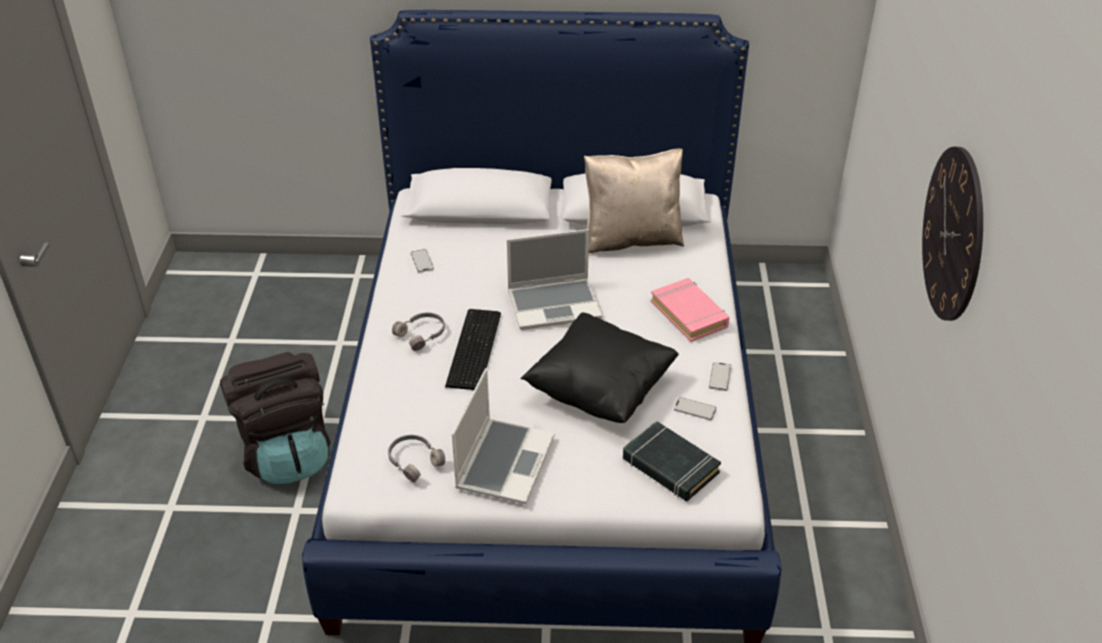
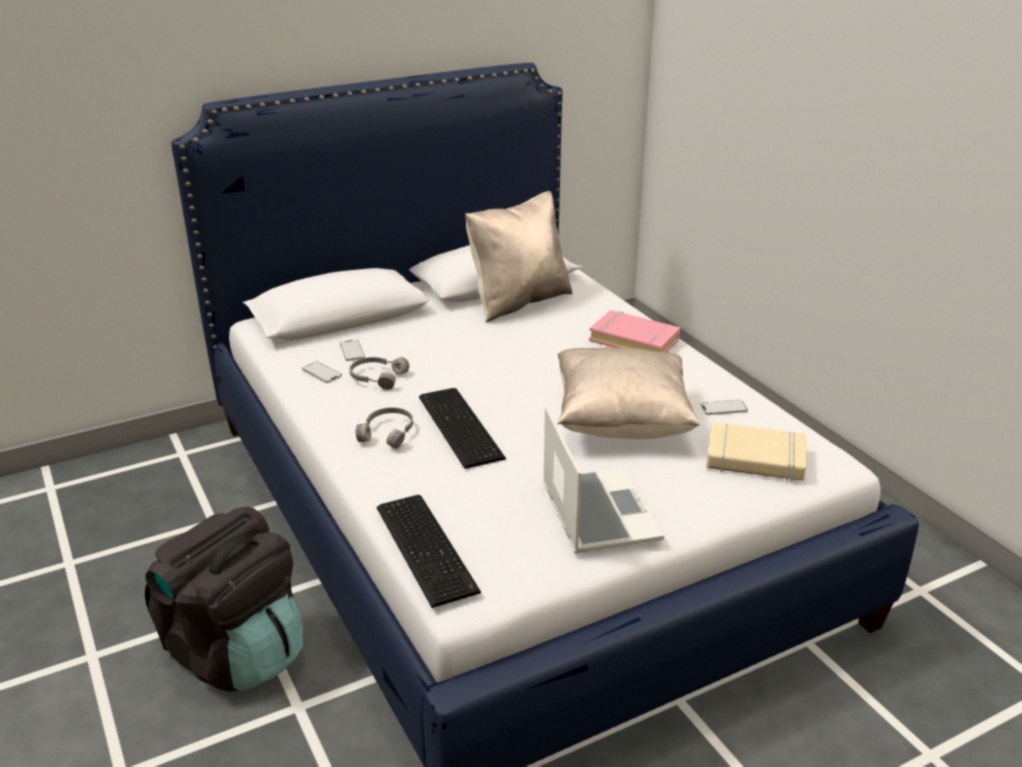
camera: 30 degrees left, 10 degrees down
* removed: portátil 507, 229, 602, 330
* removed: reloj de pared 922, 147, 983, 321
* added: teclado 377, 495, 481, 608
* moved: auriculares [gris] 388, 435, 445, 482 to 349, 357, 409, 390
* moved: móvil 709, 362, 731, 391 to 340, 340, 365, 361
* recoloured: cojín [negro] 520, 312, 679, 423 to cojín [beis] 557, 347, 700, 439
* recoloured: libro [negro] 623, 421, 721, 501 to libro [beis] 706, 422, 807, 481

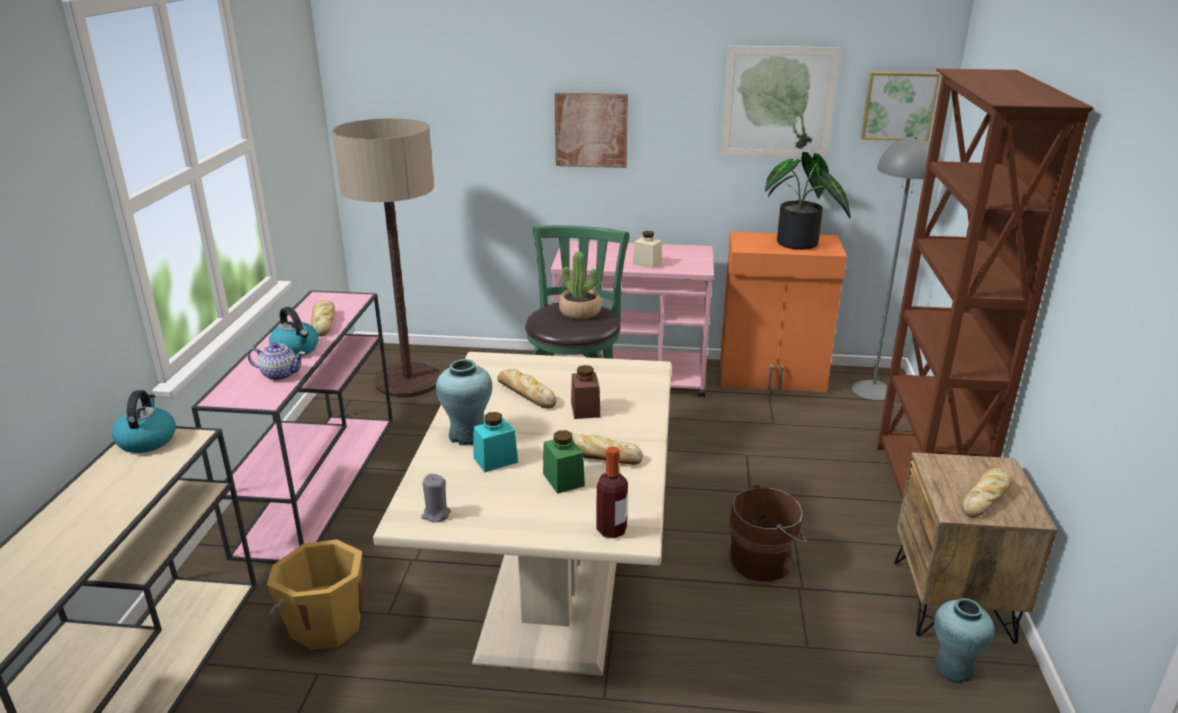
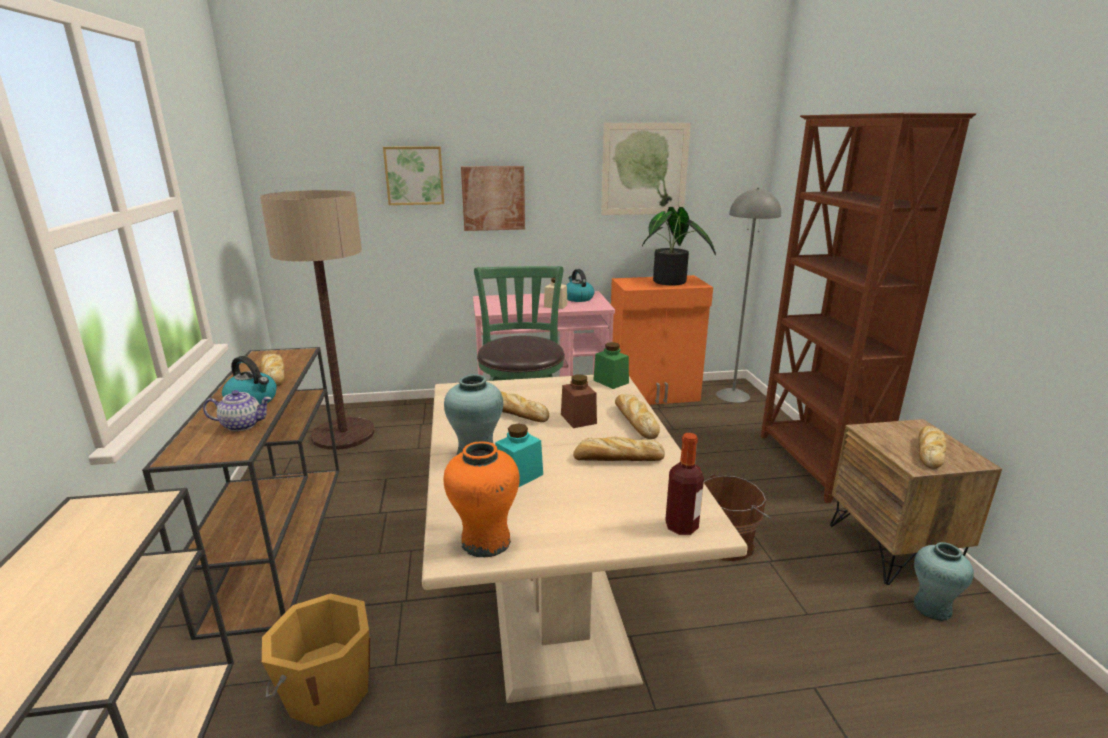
camera: 15 degrees left, 5 degrees down
* removed: planta en maceta 559, 252, 602, 319
* added: pan 615, 394, 660, 439
* moved: hervidor 112, 390, 176, 453 to 567, 269, 594, 302
* moved: tarro [verde] 543, 430, 585, 494 to 593, 342, 629, 389
* moved: cuadro 861, 72, 940, 141 to 383, 146, 444, 205
* replaced: vela [gris] 421, 474, 451, 522 to florero [naranja] 443, 441, 520, 557
* recoloured: mesa consola [rosa] 191, 291, 393, 564 to mesa consola [marrón] 142, 347, 339, 640

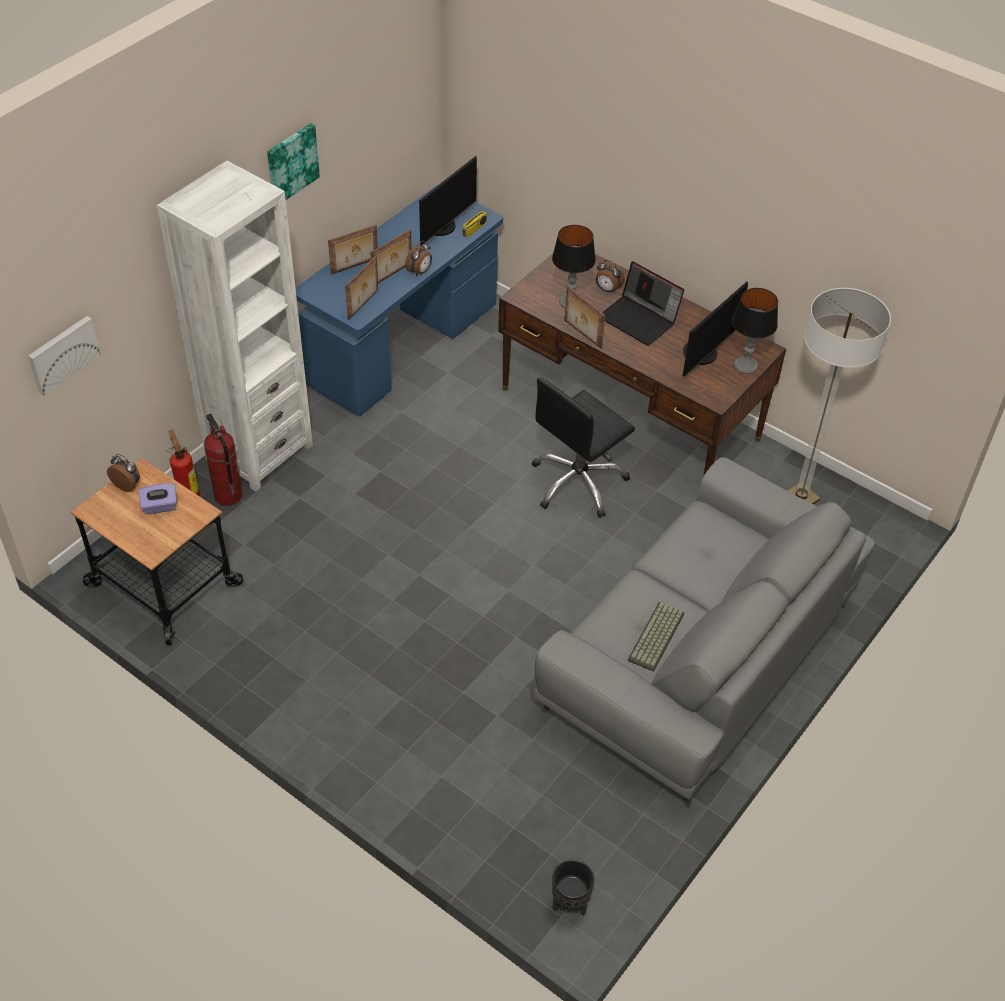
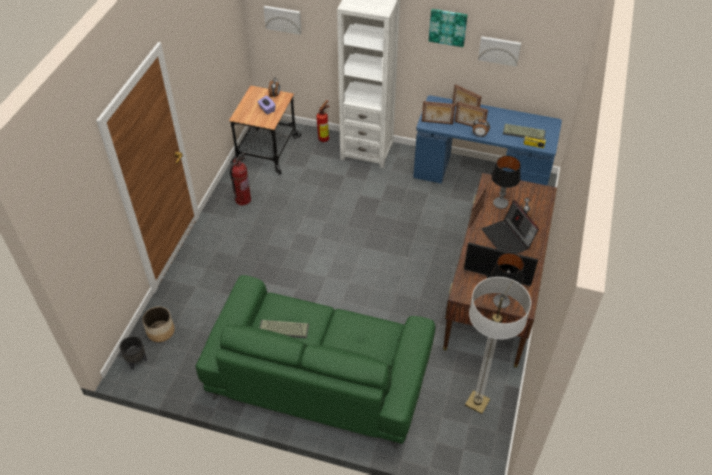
camera: 70 degrees right, 0 degrees up
* removed: silla de oficina [negro] 532, 377, 635, 518
* added: maceta 142, 307, 175, 342
* added: cuadro 478, 36, 521, 67
* moved: extintor 204, 413, 243, 506 to 230, 152, 251, 205
* replaced: monitor 419, 156, 477, 245 to teclado 503, 124, 546, 139
* recoloured: sofá [gris] 530, 457, 875, 808 to sofá [verde] 196, 275, 436, 450
* turned: portátil 602, 261, 684, 346 = 482, 200, 539, 254 45 degrees counterclockwise

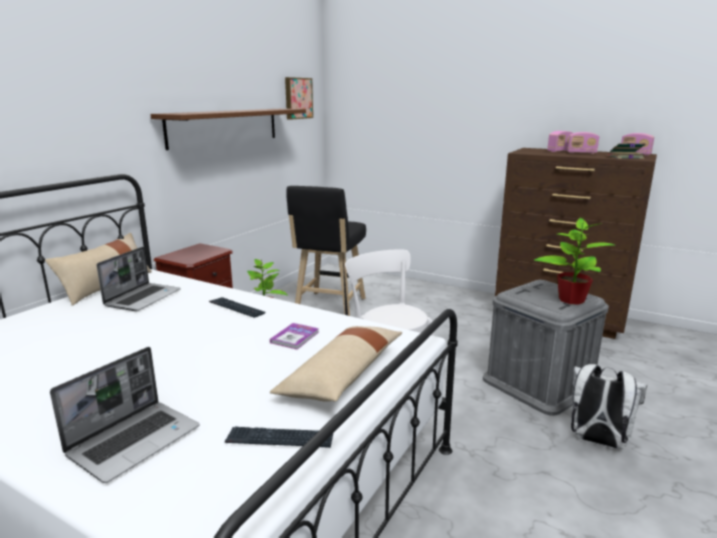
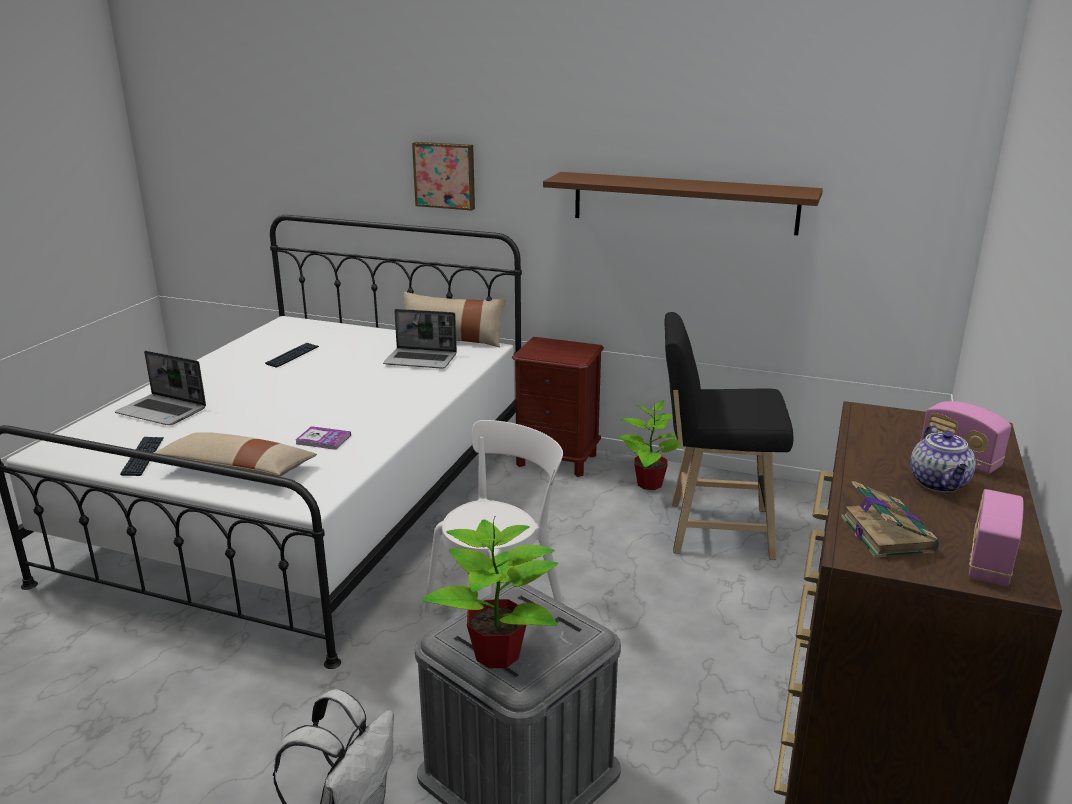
camera: 80 degrees right, 5 degrees up
* moved: teclado 209, 297, 265, 318 to 265, 343, 319, 368
* moved: cuadro 285, 77, 313, 120 to 412, 142, 475, 211
* replaced: radio 568, 132, 599, 154 to tetera 910, 425, 976, 492

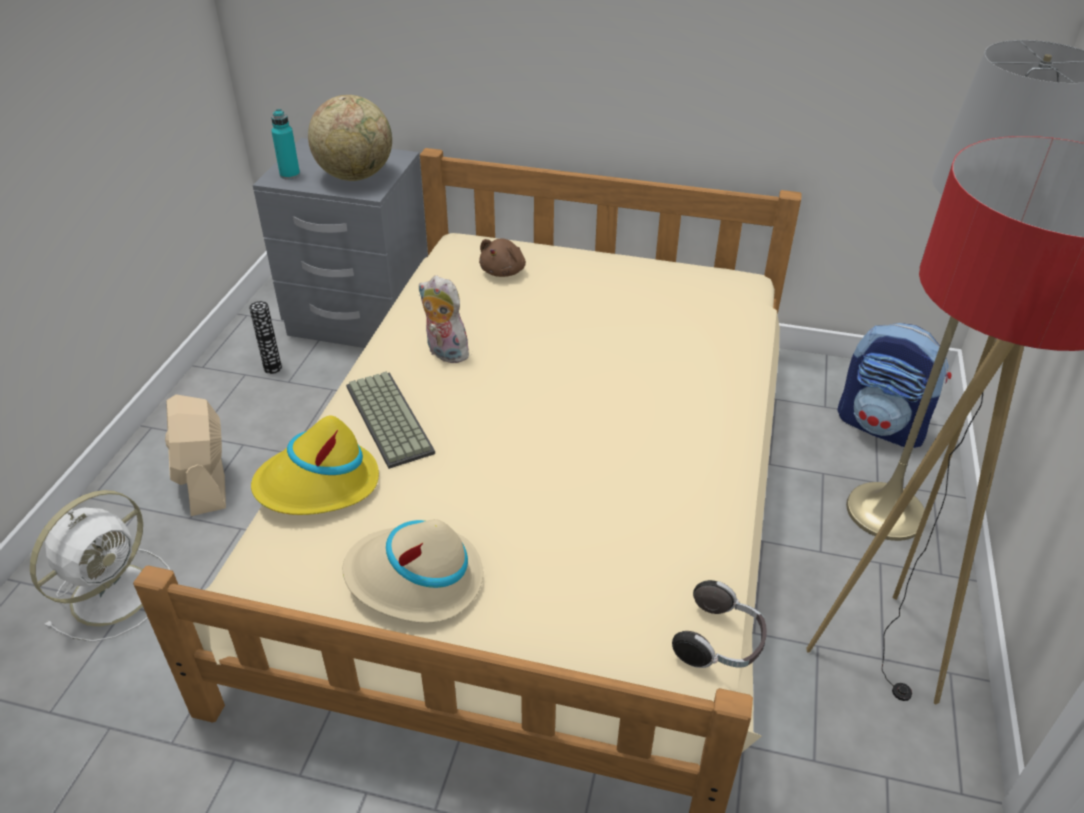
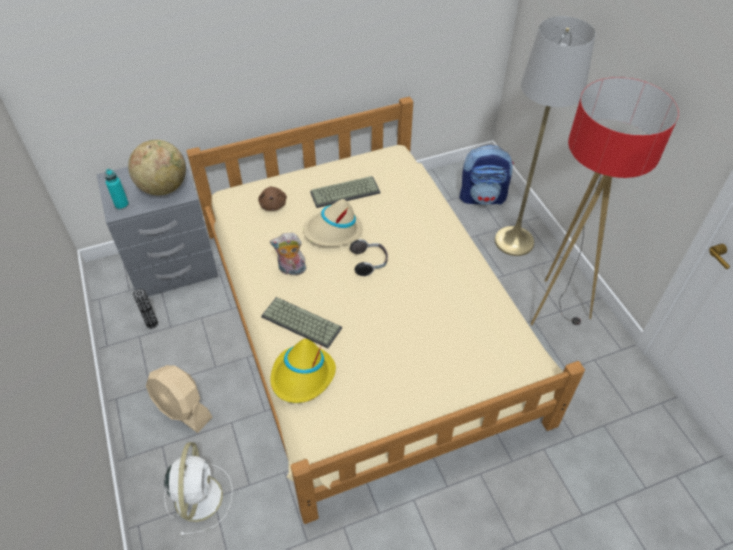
camera: 35 degrees left, 10 degrees up
* added: teclado 310, 176, 381, 208
* moved: sombrero [beis] 343, 519, 483, 623 to 303, 199, 363, 246
* moved: auriculares 672, 580, 767, 668 to 350, 239, 388, 276

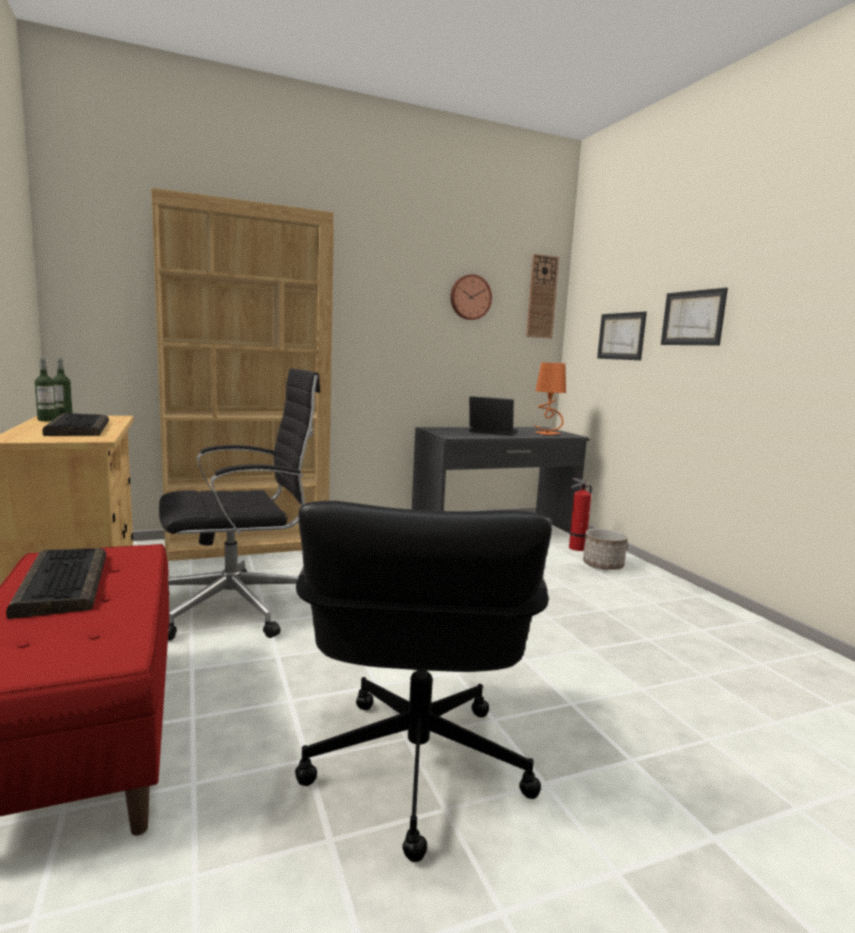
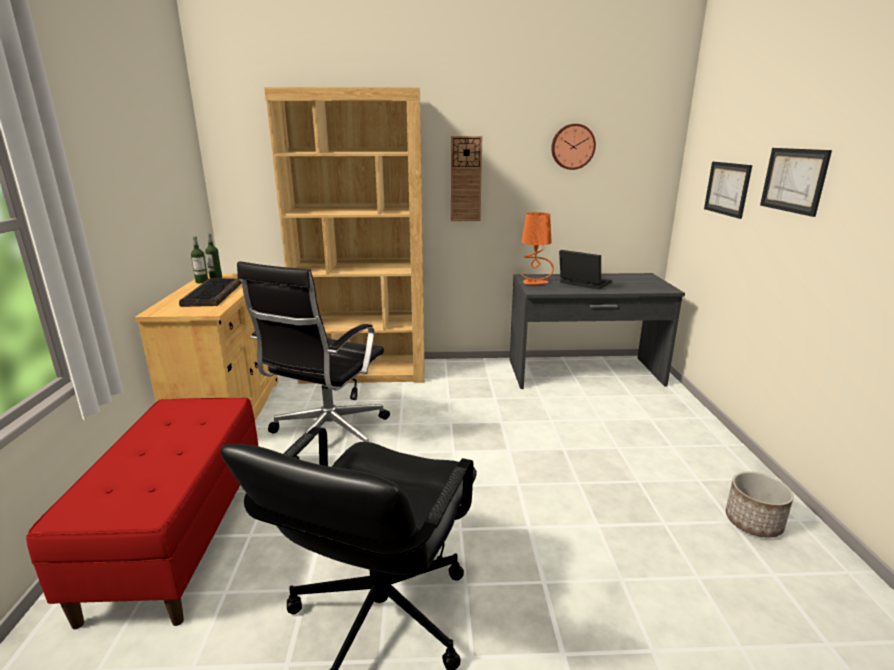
camera: 20 degrees right, 10 degrees up
* removed: teclado 6, 548, 106, 619
* removed: extintor 569, 477, 591, 551
* moved: reloj de pared 526, 254, 559, 338 to 451, 136, 482, 221
* moved: lámpara de mesa [naranja] 534, 362, 566, 435 to 521, 212, 554, 285
* moved: maceta 583, 528, 628, 570 to 726, 472, 794, 538
* turned: silla de oficina [negro] 159, 368, 320, 641 = 237, 261, 390, 459 120 degrees clockwise

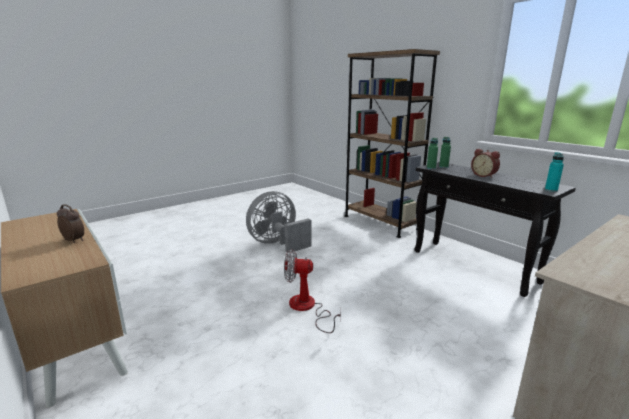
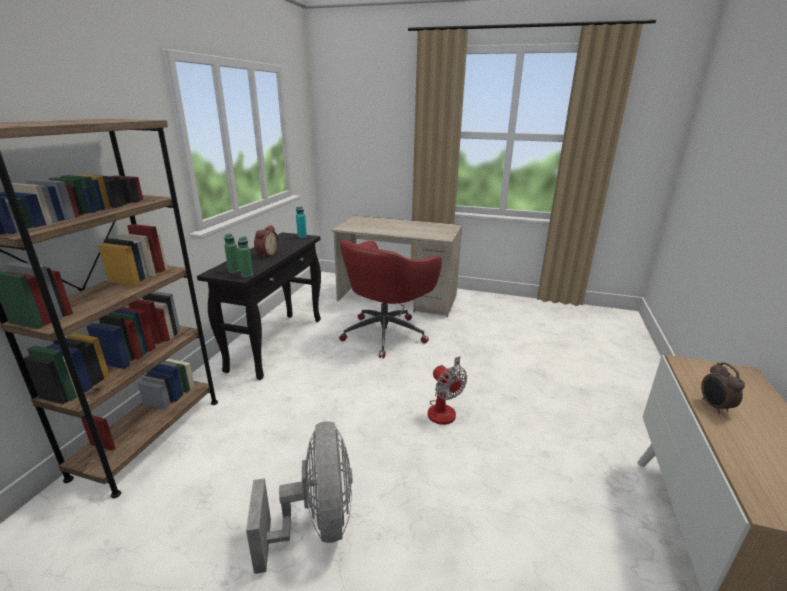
camera: 125 degrees left, 5 degrees up
* added: silla de oficina [rojo] 339, 240, 442, 359
* turned: ventilador [gris] 246, 191, 311, 253 = 246, 422, 353, 574 120 degrees counterclockwise

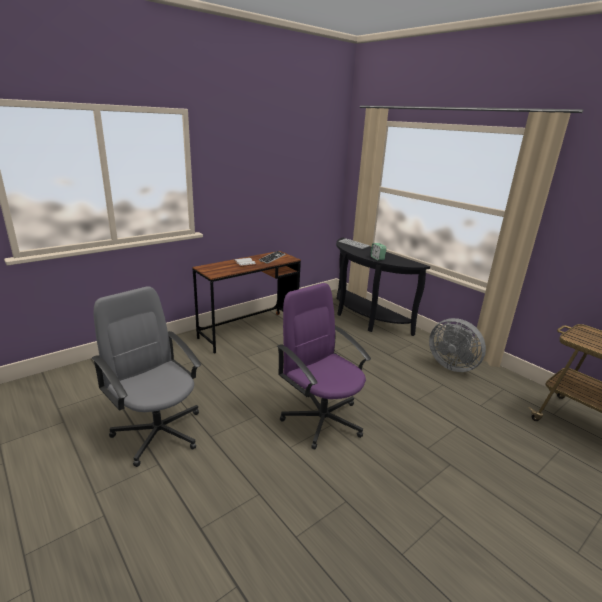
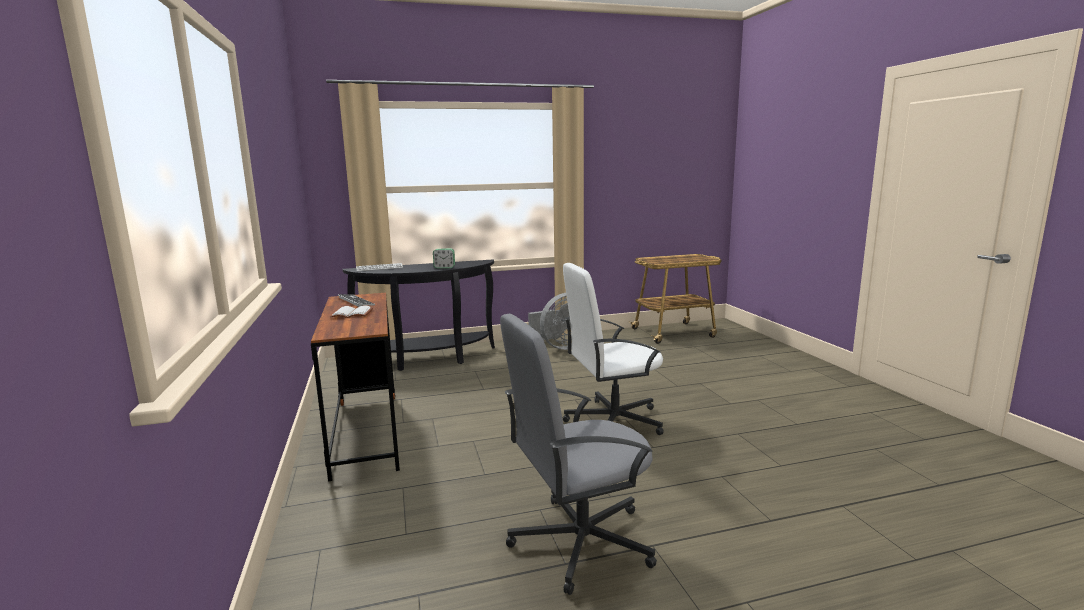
camera: 65 degrees left, 10 degrees down
* recoloured: silla de oficina [morado] 277, 283, 371, 450 to silla de oficina [blanco] 563, 263, 664, 435

